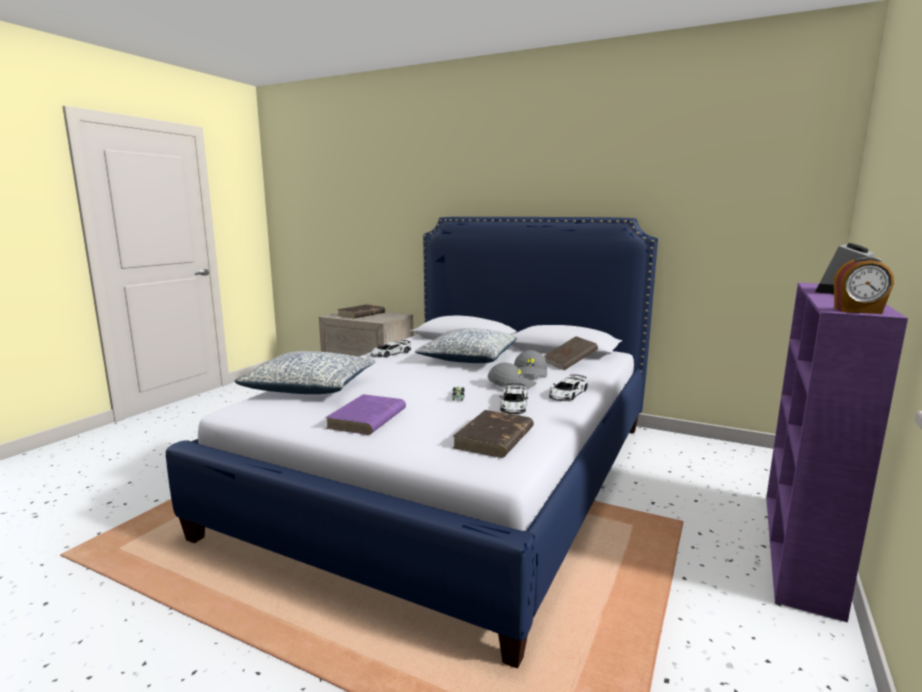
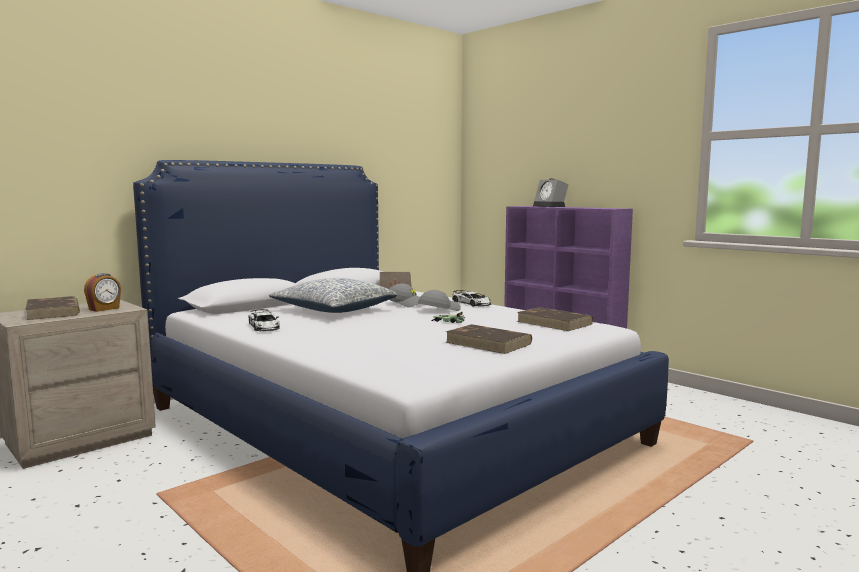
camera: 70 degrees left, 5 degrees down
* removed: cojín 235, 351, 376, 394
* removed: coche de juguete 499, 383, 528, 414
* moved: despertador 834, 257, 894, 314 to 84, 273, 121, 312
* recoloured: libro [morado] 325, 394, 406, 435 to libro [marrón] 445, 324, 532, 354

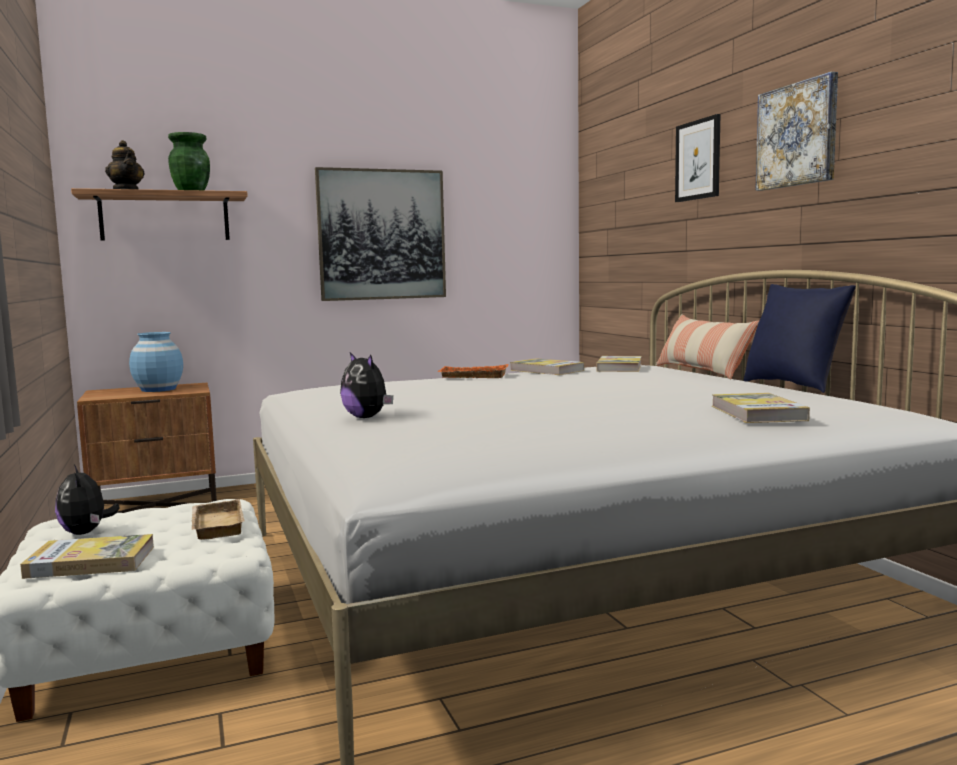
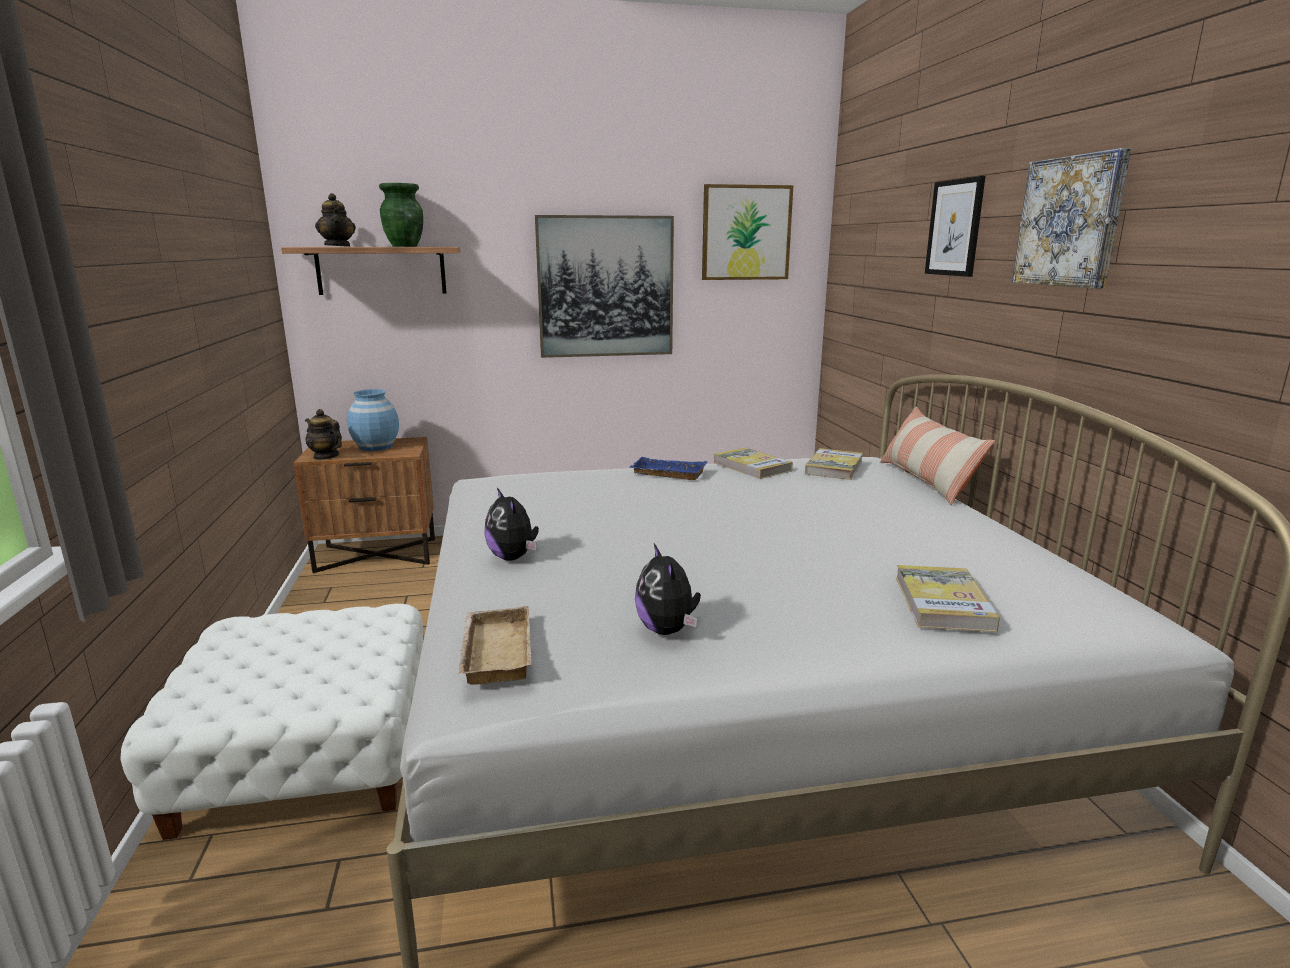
camera: 10 degrees right, 10 degrees up
* removed: libro 20, 534, 154, 579
* removed: cojín [azul] 744, 284, 856, 393
* added: tetera 305, 409, 342, 460
* added: cuadro 702, 184, 793, 280
* moved: peluche 55, 465, 120, 535 to 635, 544, 701, 635
* moved: bandeja [beis] 191, 499, 245, 540 to 458, 606, 532, 685
* recoloured: bandeja [naranja] 437, 364, 508, 378 to bandeja [azul] 629, 457, 708, 480

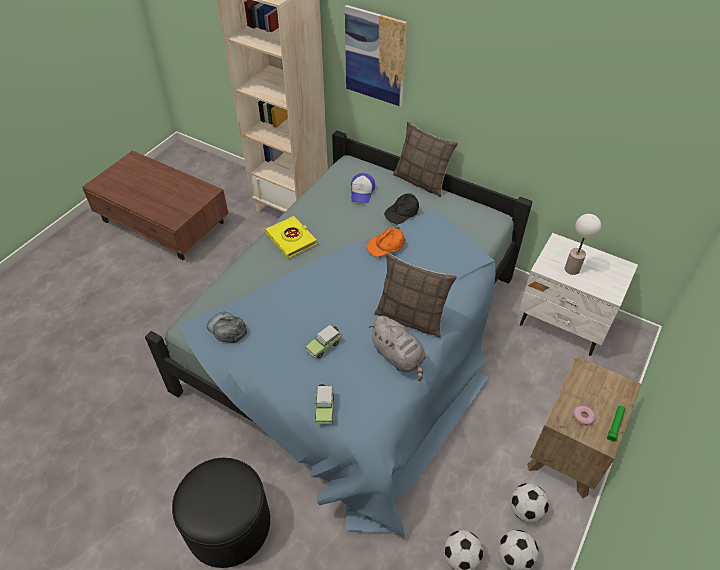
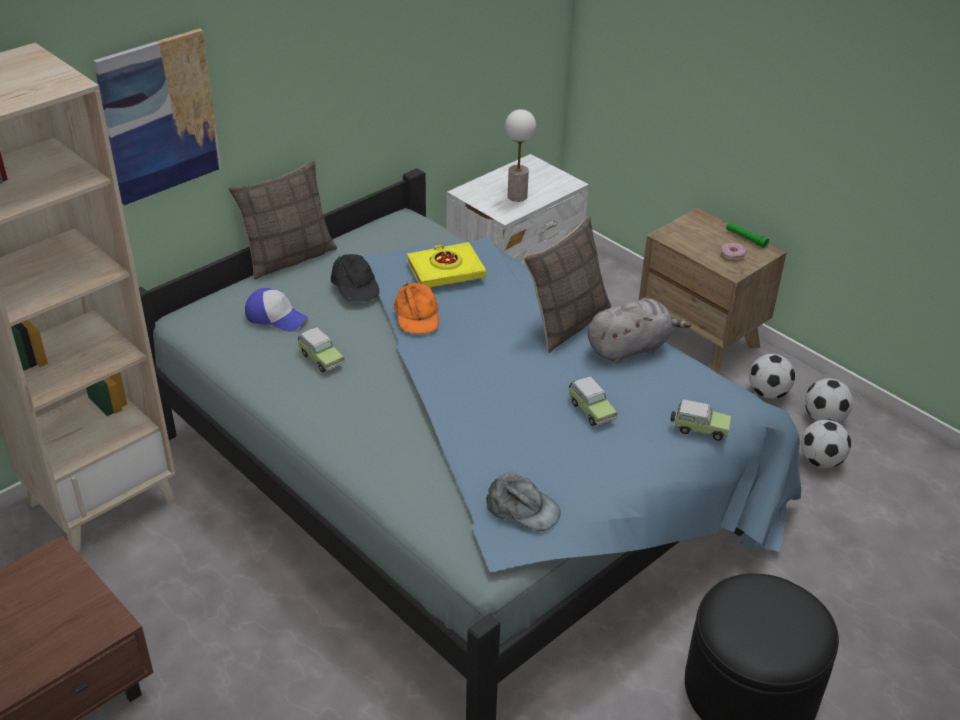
camera: 75 degrees left, 10 degrees down
* added: coche de juguete 298, 327, 344, 373
* moved: libro [amarillo] 265, 216, 317, 258 to 407, 242, 486, 287
* turned: gorra [gris] 207, 312, 247, 343 = 486, 472, 561, 531 120 degrees counterclockwise

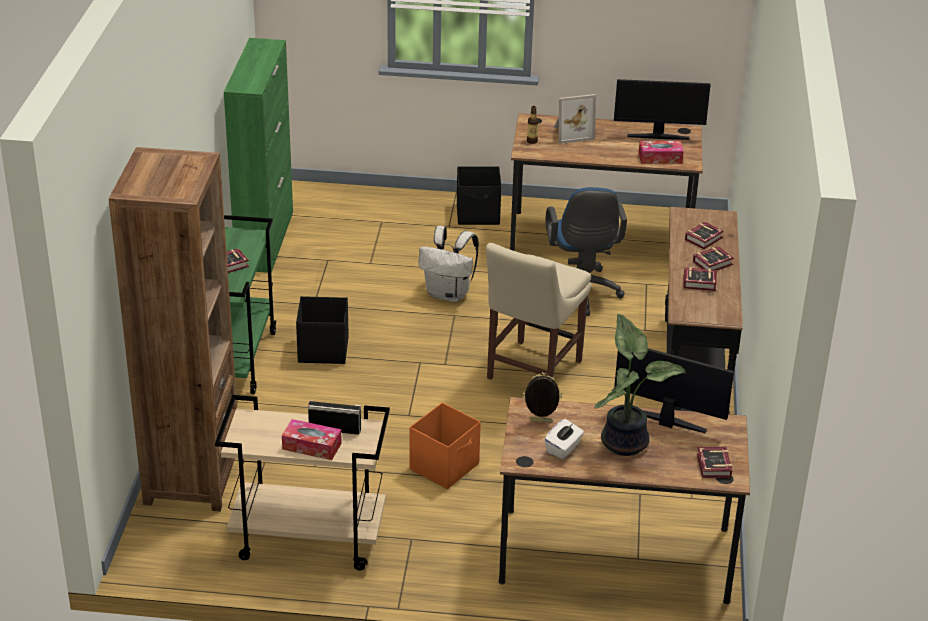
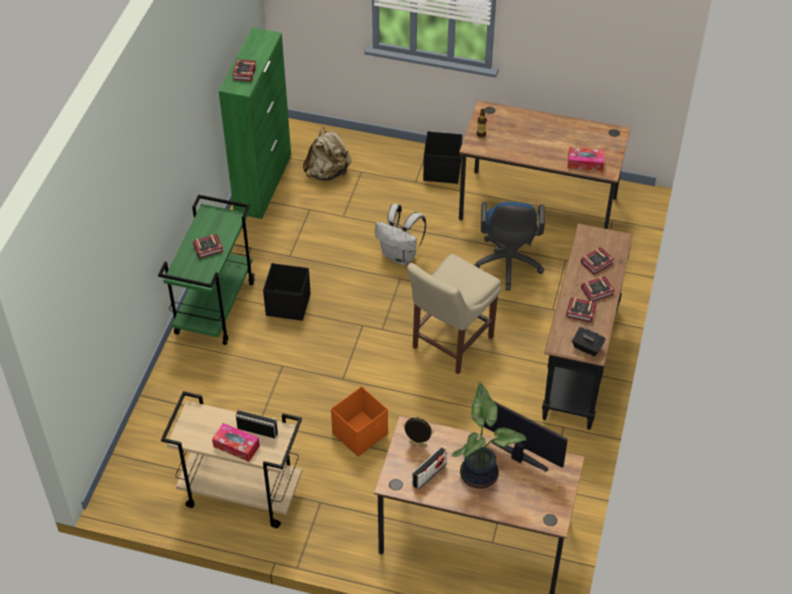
camera: 10 degrees right, 15 degrees up
* removed: estantería [marrón] 109, 147, 237, 512
* removed: portarretratos 554, 94, 596, 144
* removed: monitor 614, 79, 711, 140
* added: mochila [beis] 303, 127, 352, 180
* added: caja de pañuelos [negro] 572, 327, 606, 356
* moved: libro 697, 447, 732, 478 to 232, 59, 256, 82
* replaced: caja de pañuelos [blanco] 544, 419, 584, 459 to radio 412, 447, 447, 490

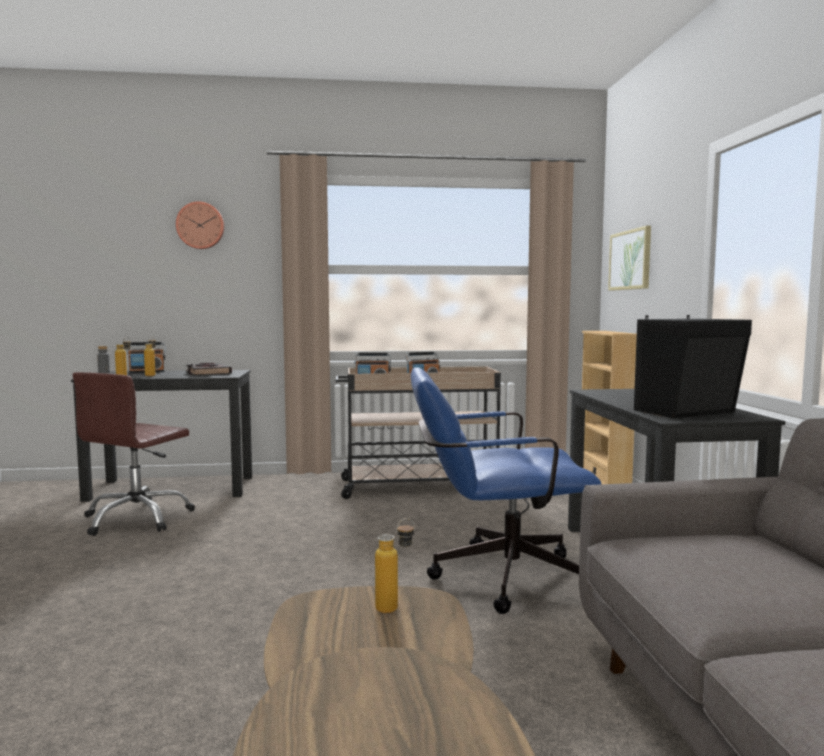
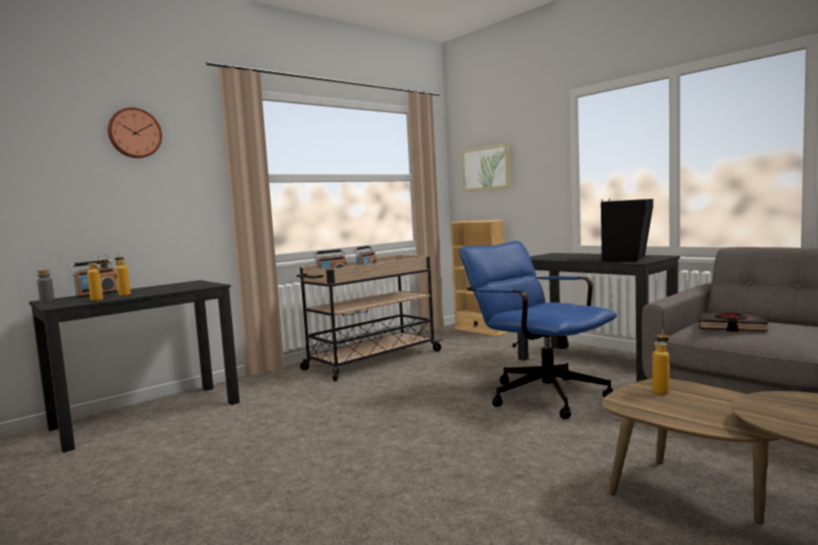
camera: 35 degrees left, 0 degrees up
* removed: silla de oficina [marrón] 73, 372, 195, 536
* moved: libro [negro] 186, 363, 232, 375 to 698, 312, 768, 332
* turned: silla de oficina [azul] 411, 367, 601, 614 = 459, 241, 617, 419 90 degrees clockwise

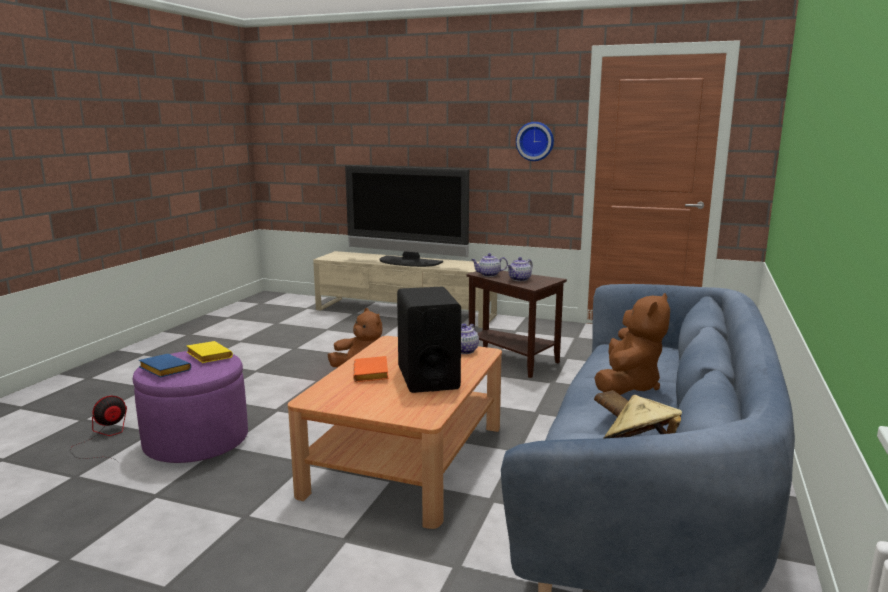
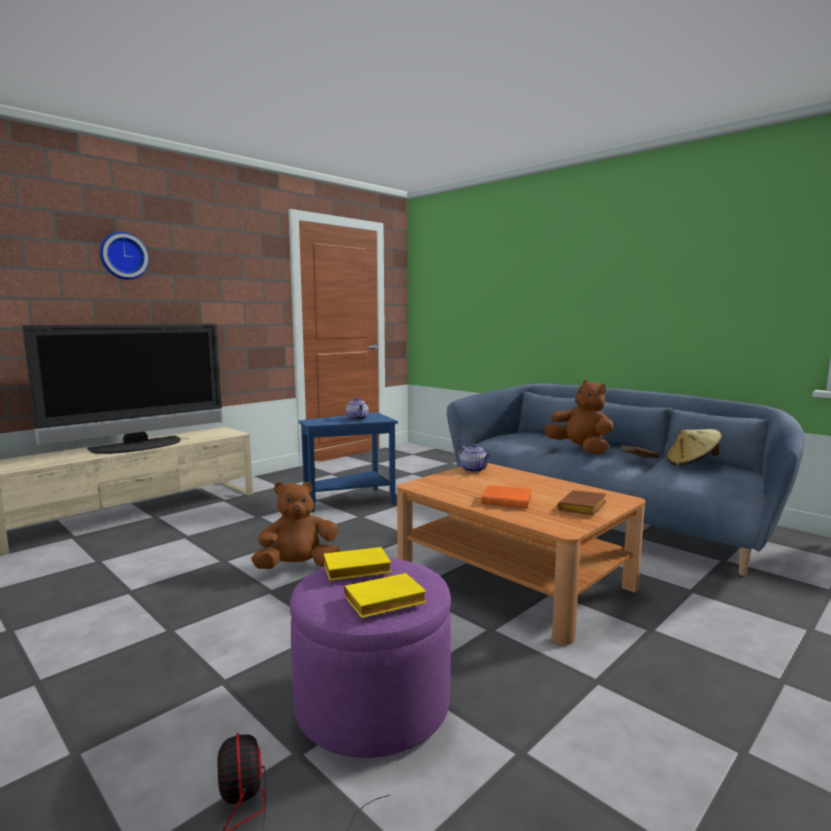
camera: 65 degrees left, 5 degrees down
* removed: altavoz [negro] 397, 286, 461, 393
* removed: tetera 471, 253, 508, 277
* added: libro [marrón] 557, 490, 606, 515
* moved: reloj de pared 516, 122, 554, 161 to 99, 232, 149, 280
* recoloured: libro [azul] 139, 354, 191, 377 to libro [amarillo] 344, 573, 427, 618
* recoloured: mesa auxiliar [marrón] 467, 271, 567, 378 to mesa auxiliar [azul] 299, 412, 398, 512

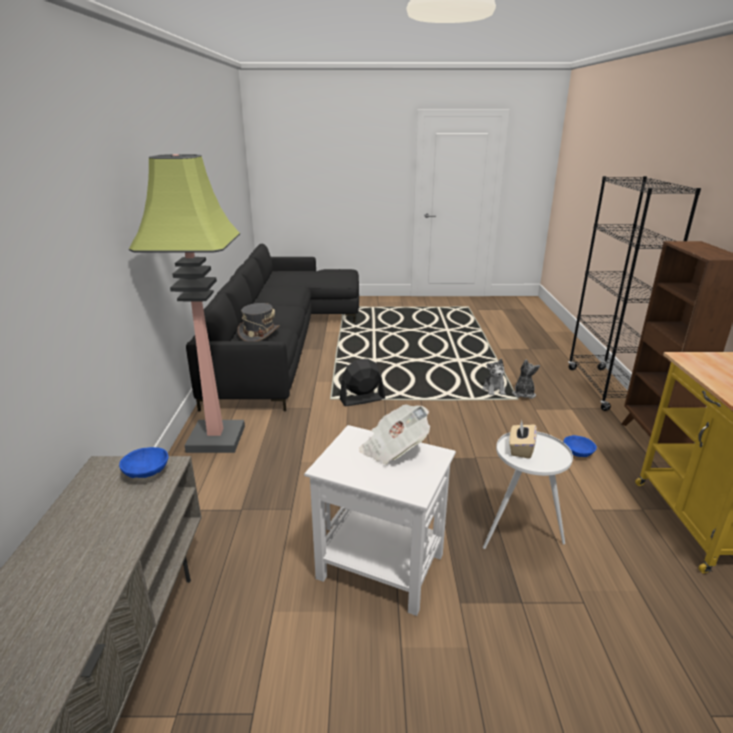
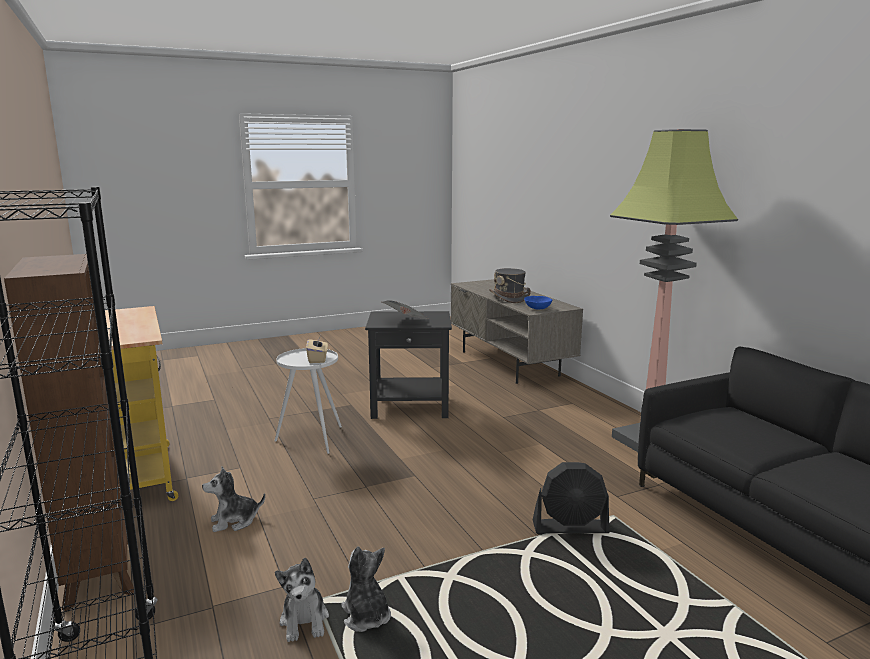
camera: 155 degrees right, 10 degrees down
* moved: sombrero [gris] 237, 303, 280, 341 to 489, 268, 531, 303
* replaced: cuenco [azul] 564, 435, 597, 457 to peluche 202, 467, 265, 532
* recoloured: mesa auxiliar [blanco] 304, 425, 456, 616 to mesa auxiliar [negro] 365, 311, 452, 419
* turned: ventilador [negro] 340, 359, 385, 406 = 533, 462, 610, 535 45 degrees clockwise

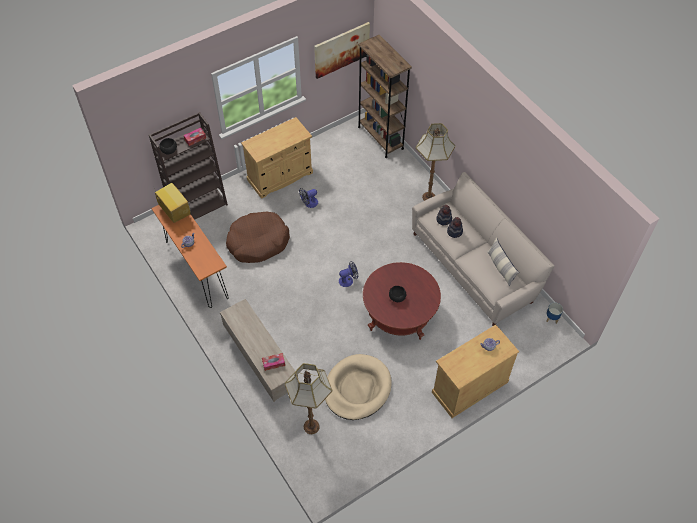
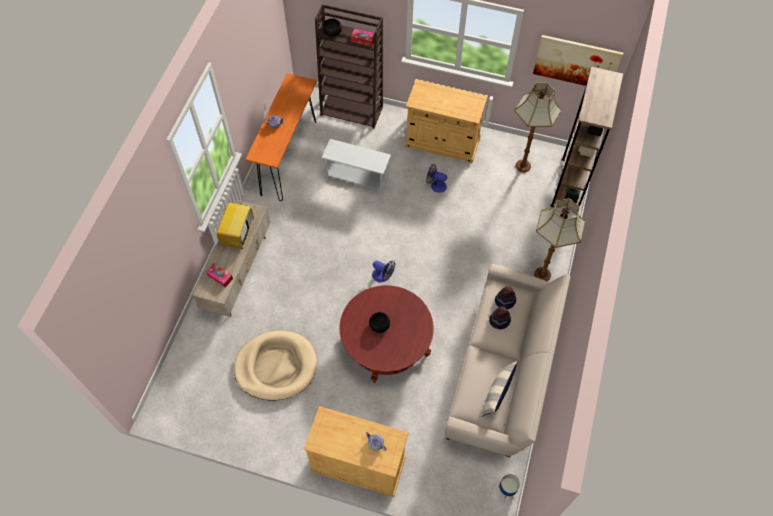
camera: 50 degrees right, 5 degrees up
* moved: televisor 154, 183, 191, 223 to 217, 198, 254, 249
* moved: lámpara de pie 285, 363, 332, 434 to 514, 83, 562, 173
* replaced: cama para perro [marrón] 226, 211, 290, 263 to mesa auxiliar [blanco] 321, 139, 391, 194

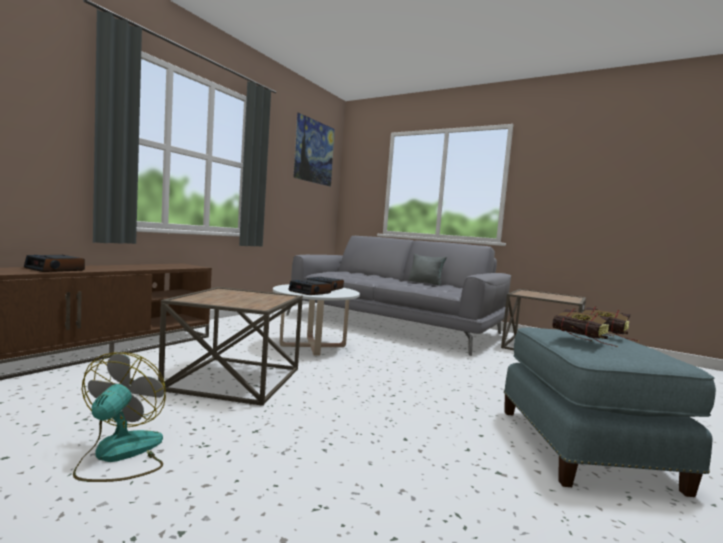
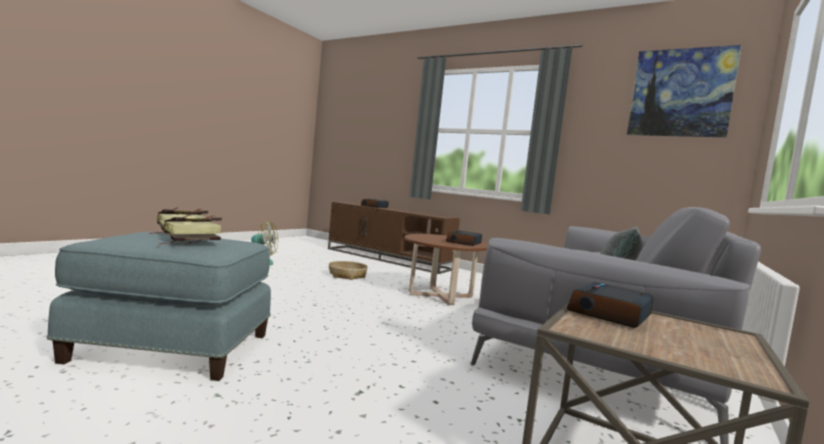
camera: 90 degrees right, 0 degrees up
* moved: despertador 288, 280, 332, 295 to 567, 282, 654, 328
* replaced: mesa auxiliar [marrón] 158, 287, 303, 406 to cesta 329, 261, 368, 280
* recoloured: mesa de centro [blanco] 273, 284, 360, 355 to mesa de centro [marrón] 405, 234, 488, 305

